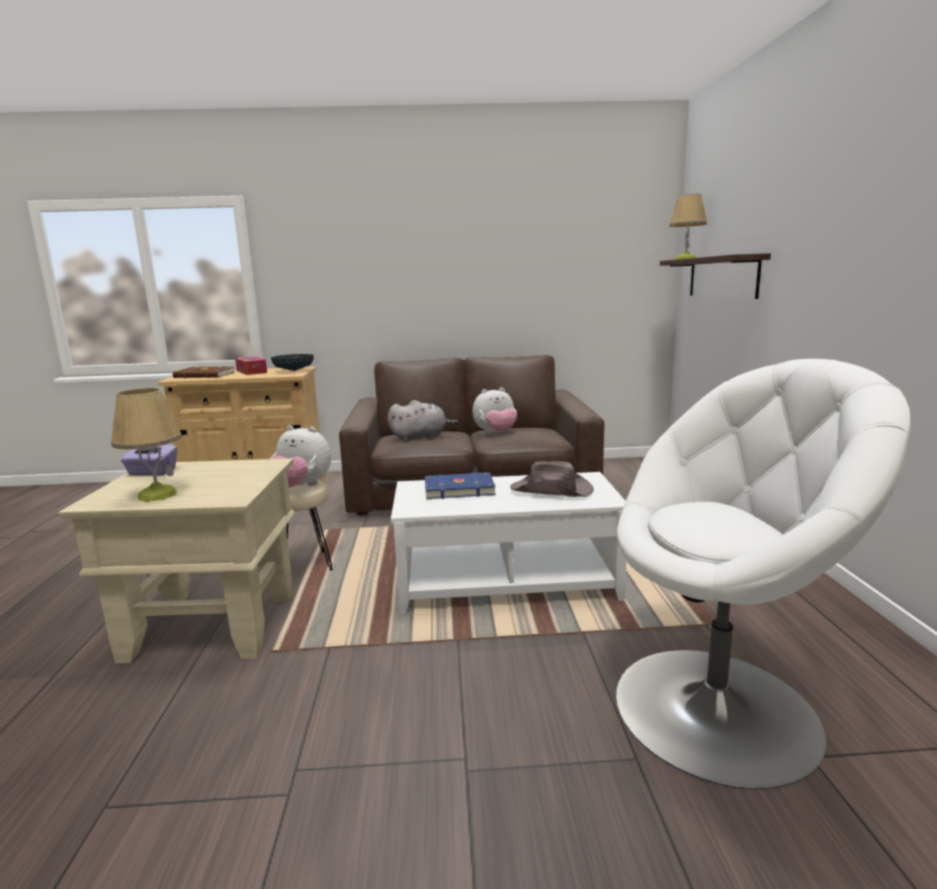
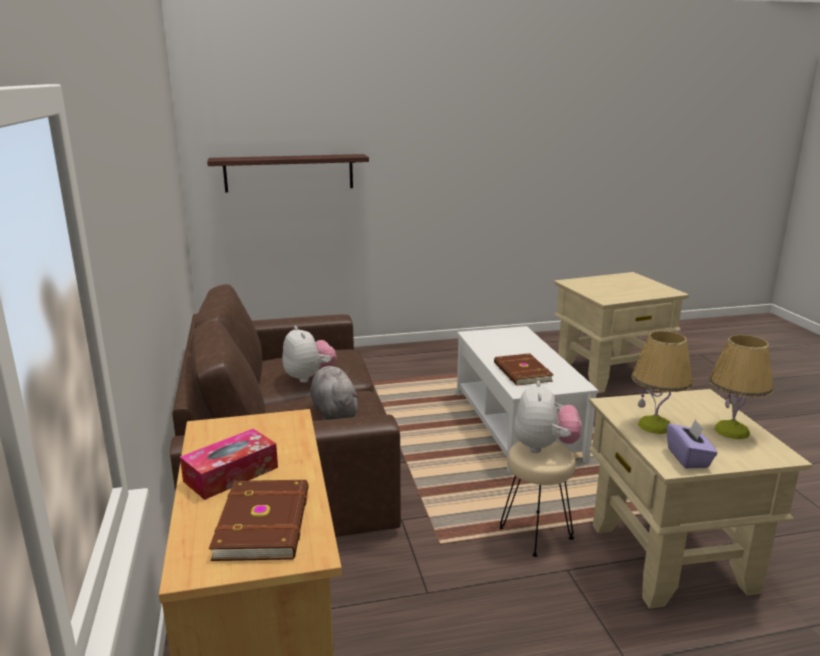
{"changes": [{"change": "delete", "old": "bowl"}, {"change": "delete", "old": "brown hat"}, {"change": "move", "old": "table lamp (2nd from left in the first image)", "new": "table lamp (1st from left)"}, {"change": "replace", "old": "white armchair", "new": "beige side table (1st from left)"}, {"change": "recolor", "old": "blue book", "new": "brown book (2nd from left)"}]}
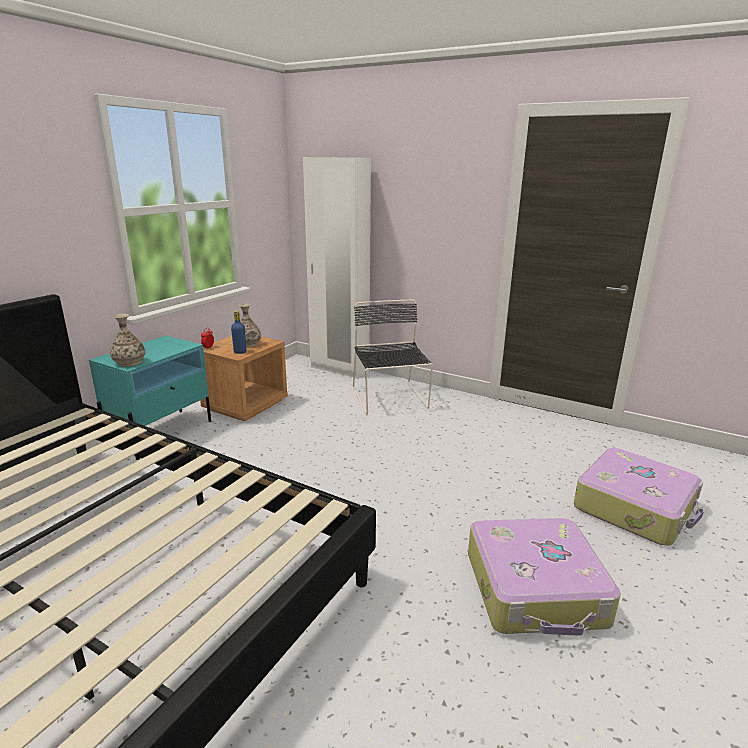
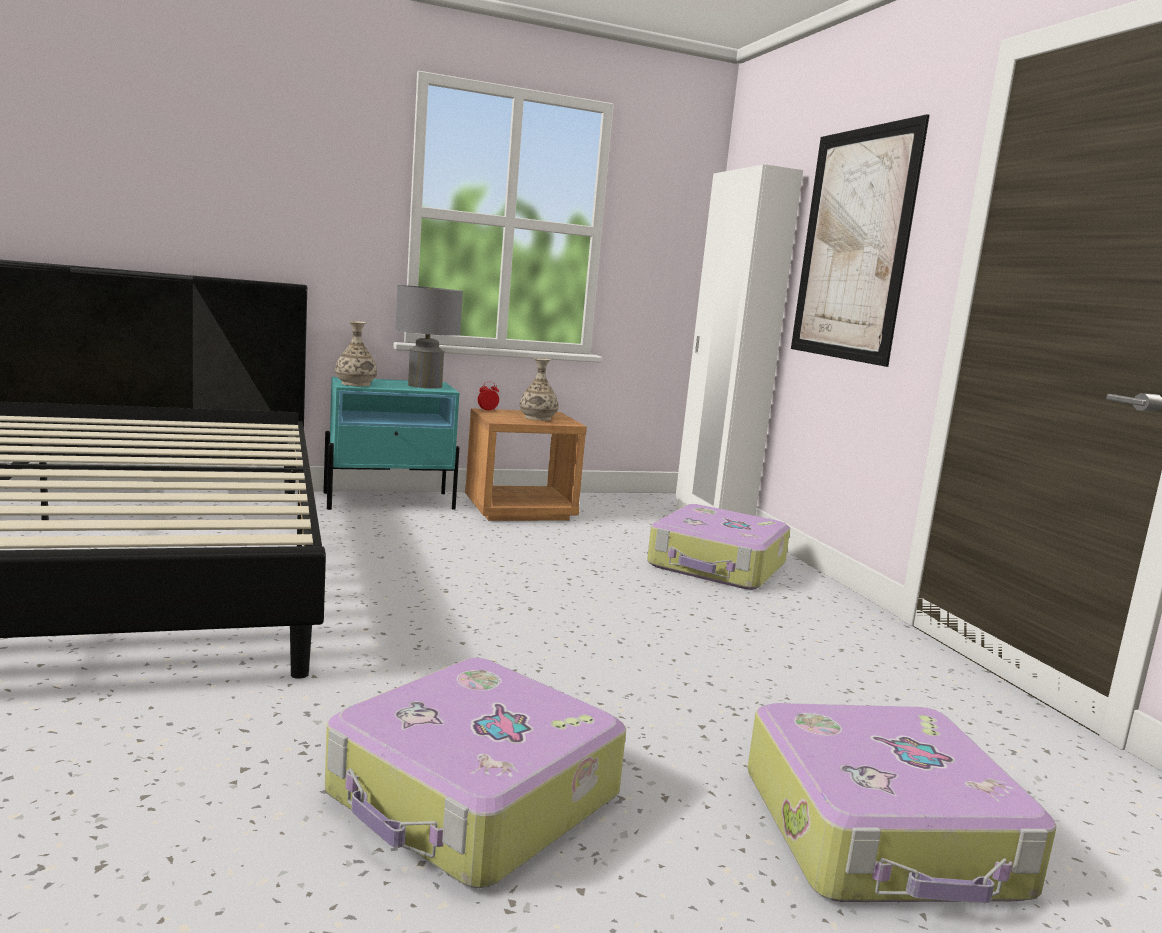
{"changes": [{"change": "delete", "old": "blue bottle"}, {"change": "insert", "new": "grey table lamp"}, {"change": "insert", "new": "picture"}, {"change": "replace", "old": "black chair", "new": "suitcase (2nd from left)"}]}
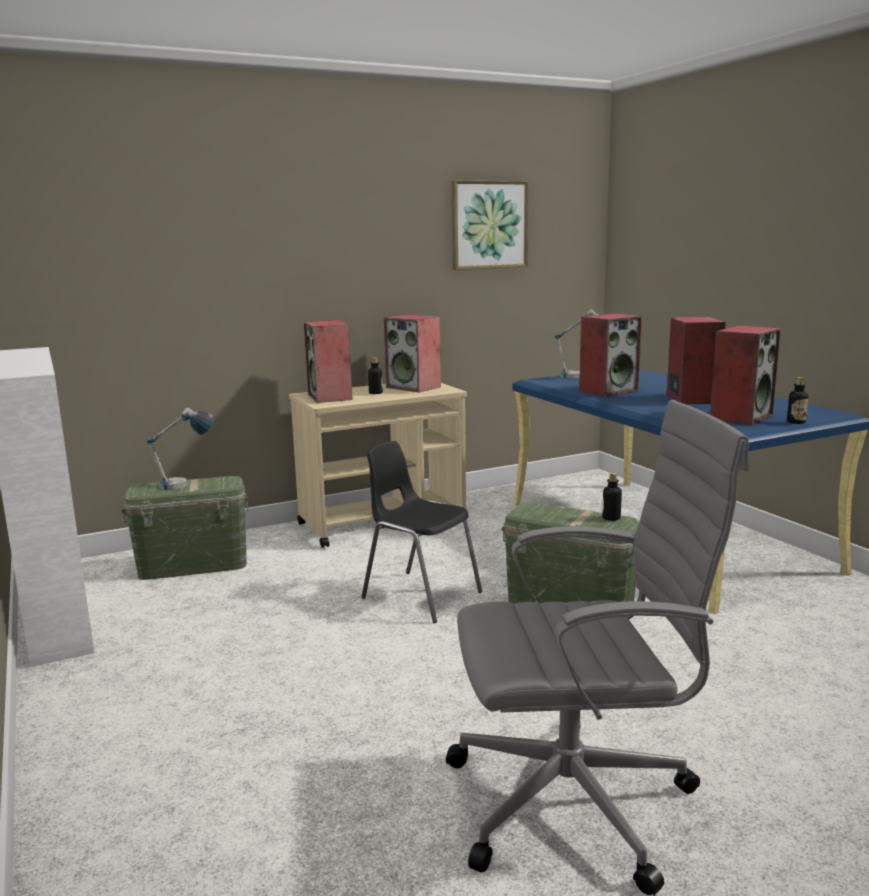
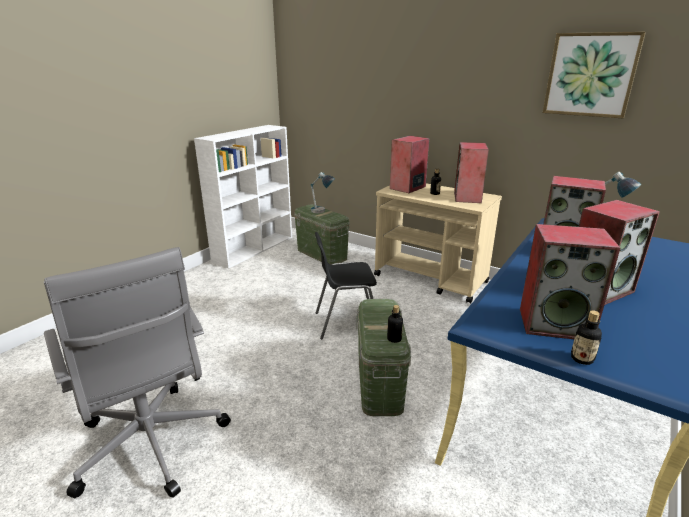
{"changes": [{"change": "rotate", "old": "black chair", "degrees": -105}]}
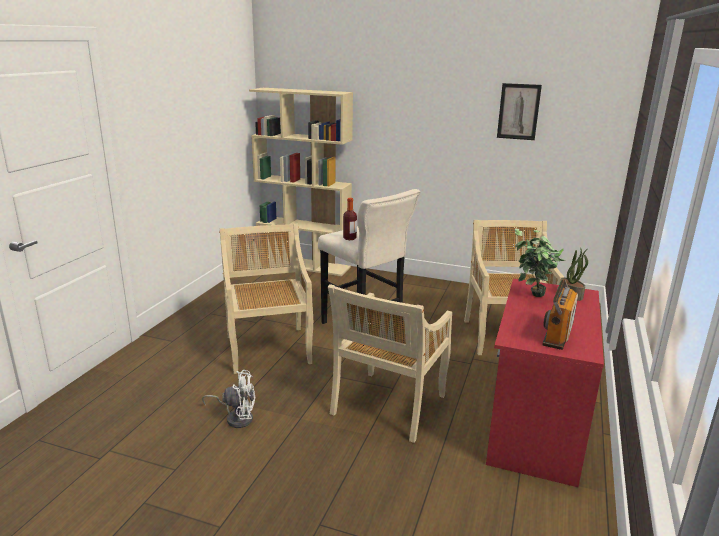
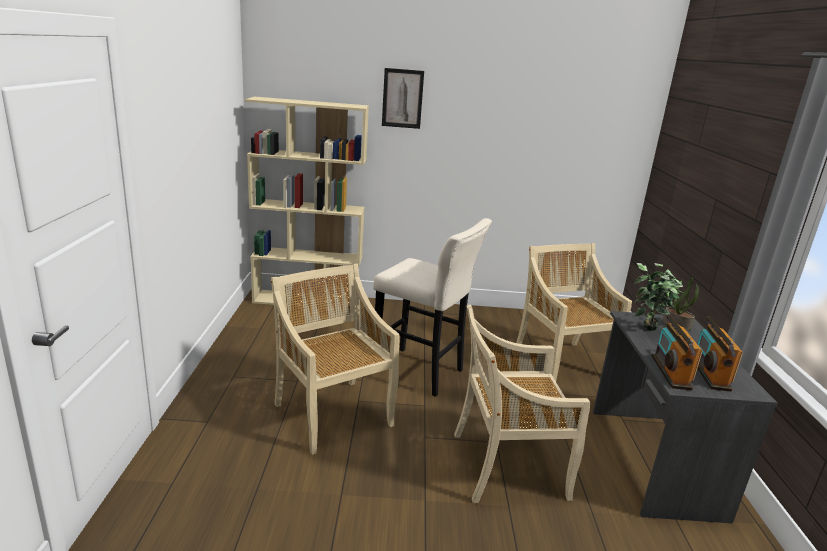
{"changes": [{"change": "delete", "old": "white fan"}, {"change": "delete", "old": "bottle"}, {"change": "insert", "new": "radio (1st from left)"}, {"change": "move", "old": "picture"}, {"change": "recolor", "old": "red desk", "new": "grey desk"}, {"change": "rotate", "old": "beige chair (2nd from left)", "degrees": 75}]}
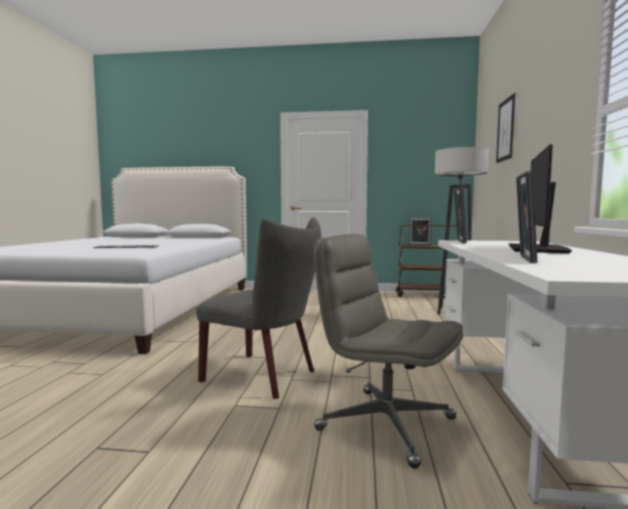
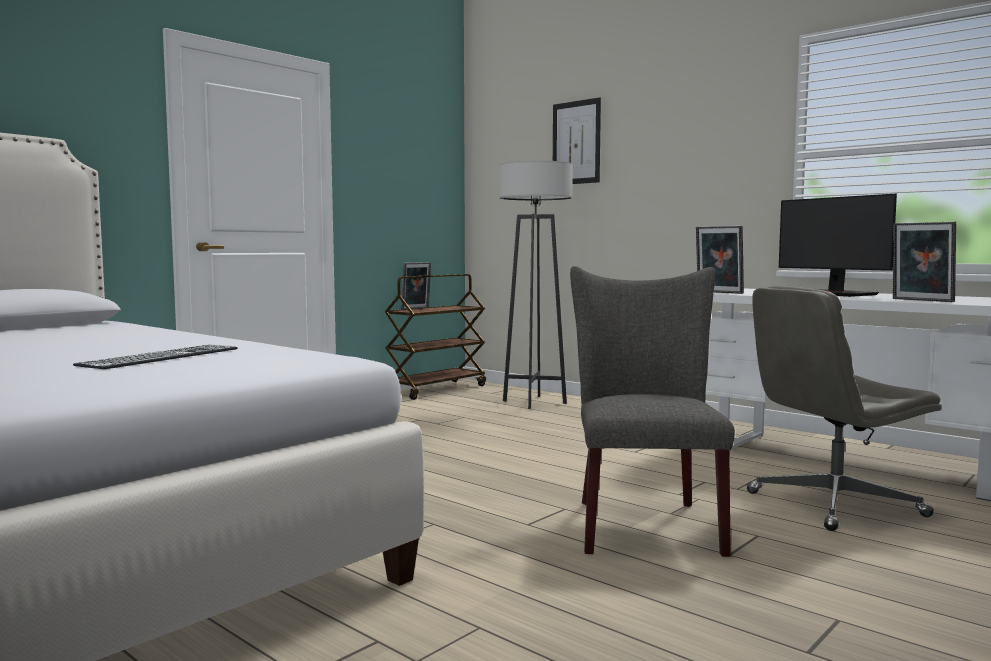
{"changes": [{"change": "rotate", "old": "grey chair", "degrees": -60}]}
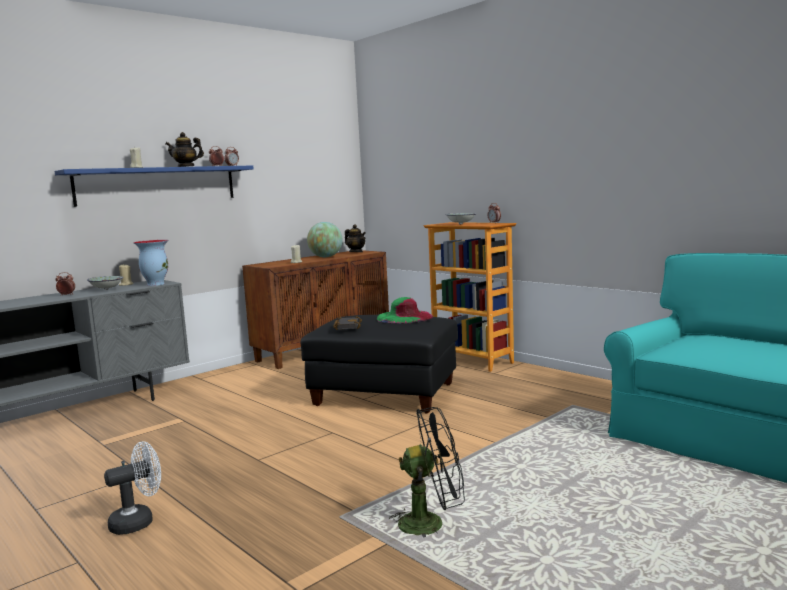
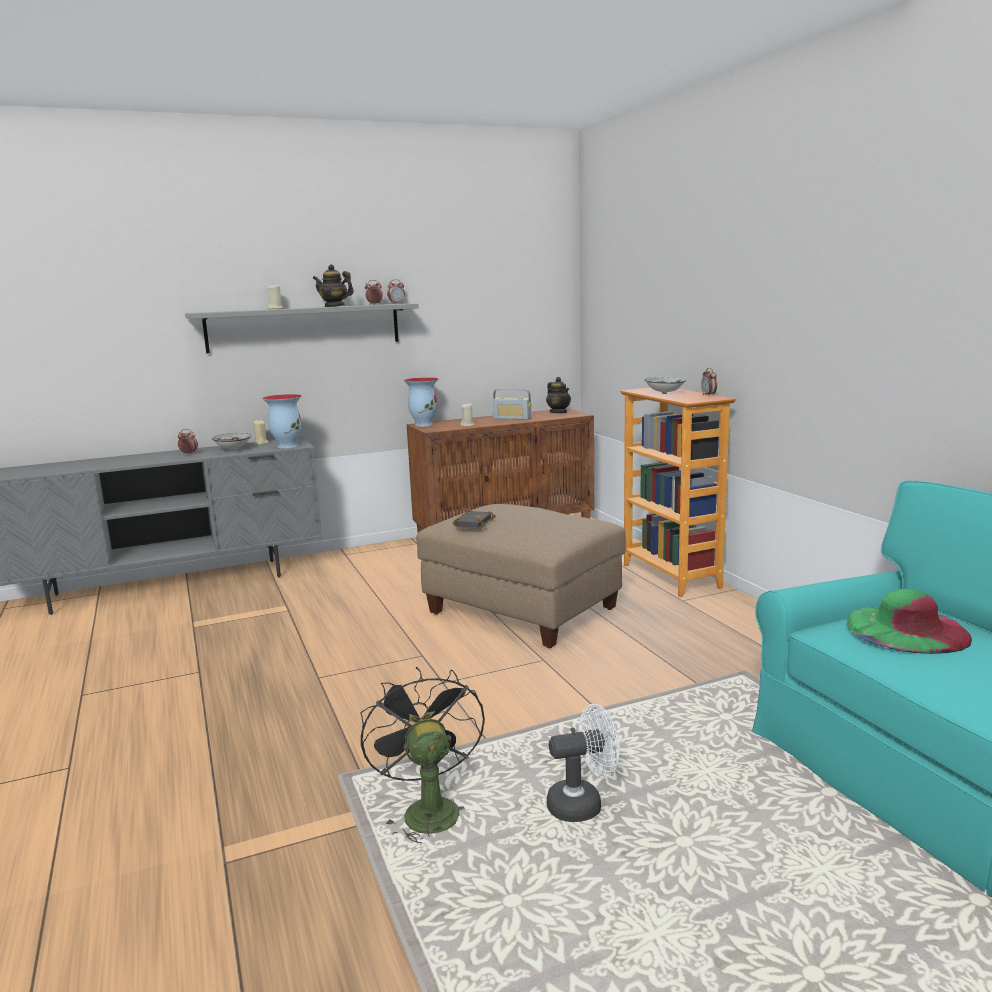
{"changes": [{"change": "insert", "new": "vase (2nd from left)"}, {"change": "move", "old": "white fan"}, {"change": "move", "old": "green hat"}, {"change": "replace", "old": "globe", "new": "radio"}, {"change": "recolor", "old": "blue shelf", "new": "grey shelf"}, {"change": "recolor", "old": "black ottoman", "new": "beige ottoman"}, {"change": "rotate", "old": "black fan", "degrees": -120}]}
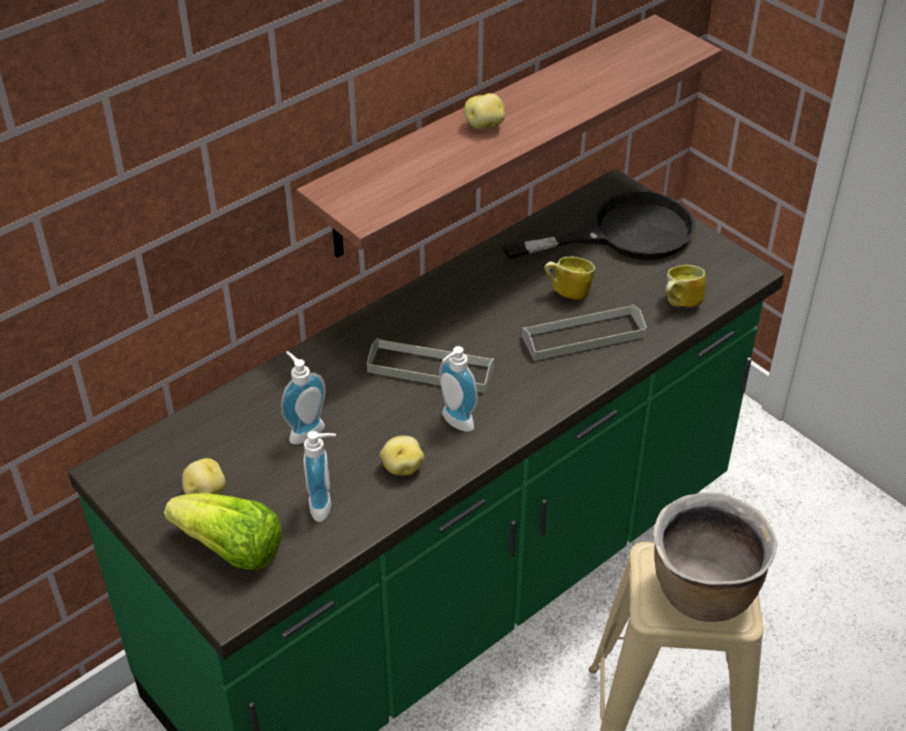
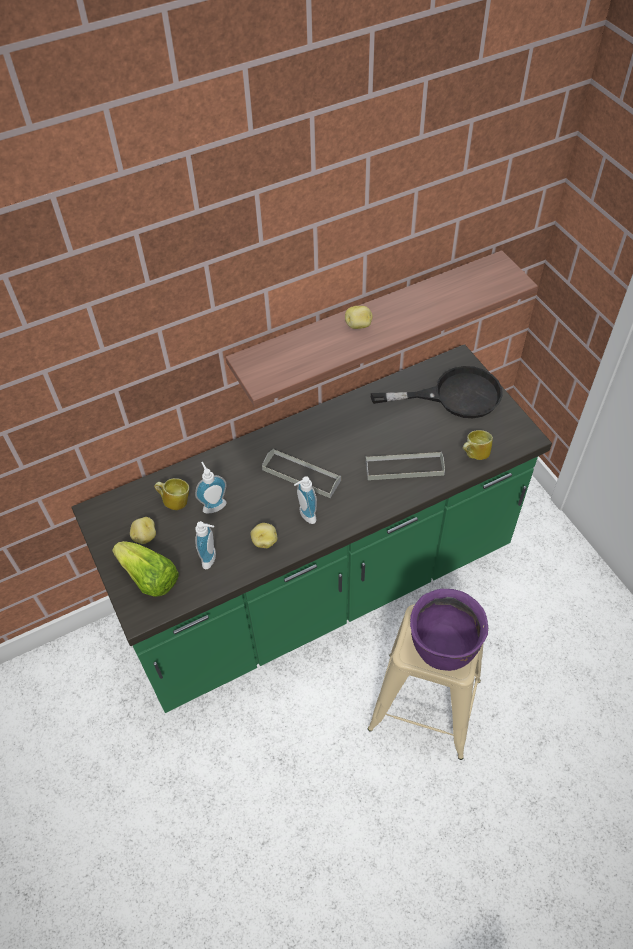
{"changes": [{"change": "move", "old": "mug (1st from left)"}, {"change": "recolor", "old": "brown cooking pot", "new": "purple cooking pot"}]}
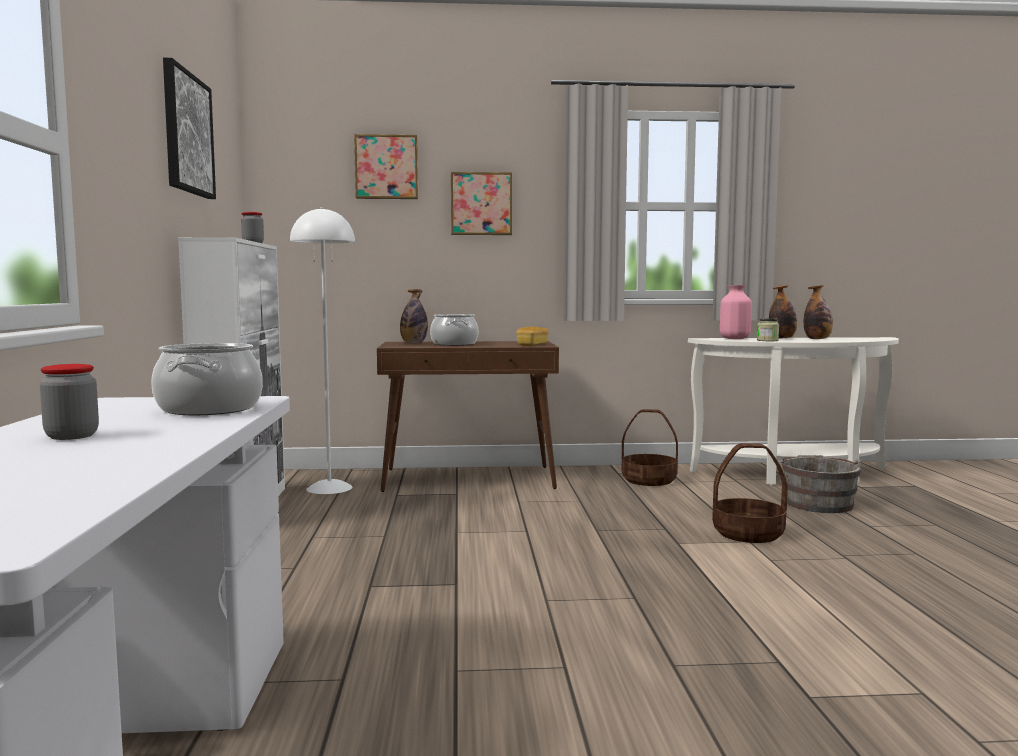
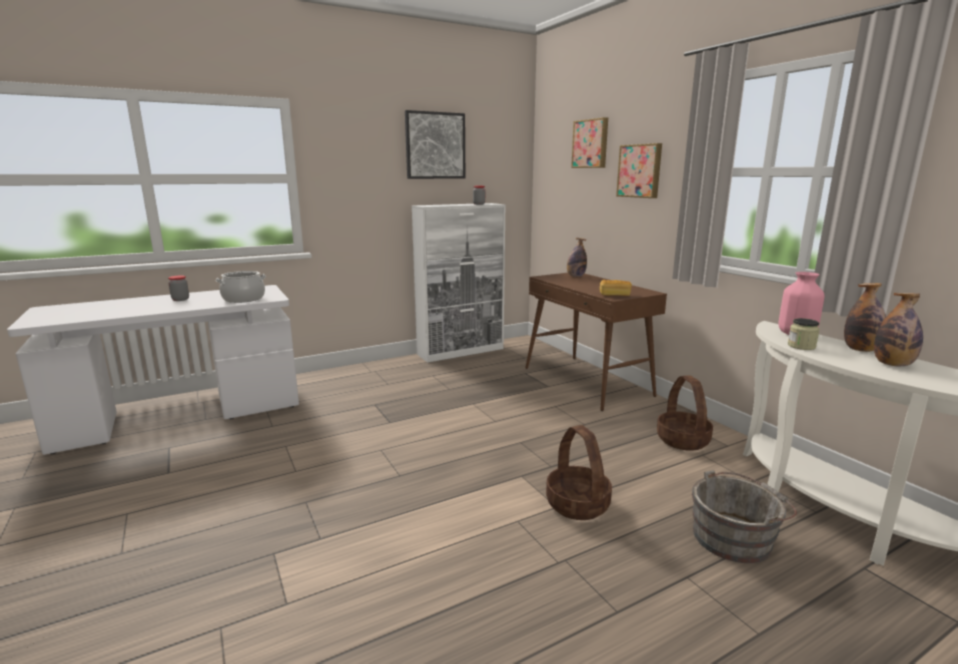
{"changes": [{"change": "delete", "old": "white floor lamp"}, {"change": "delete", "old": "cooking pot (2nd from left)"}]}
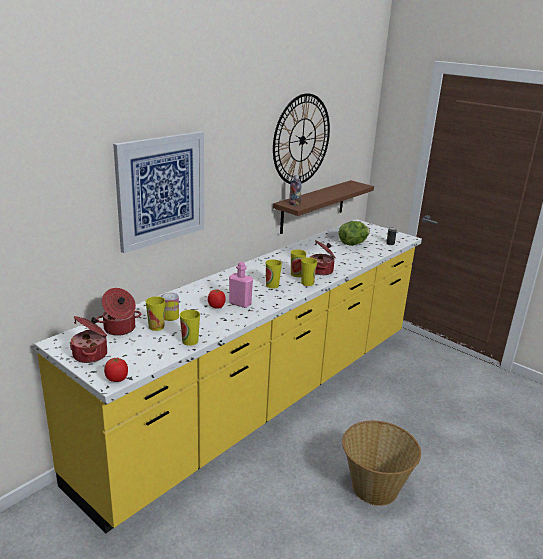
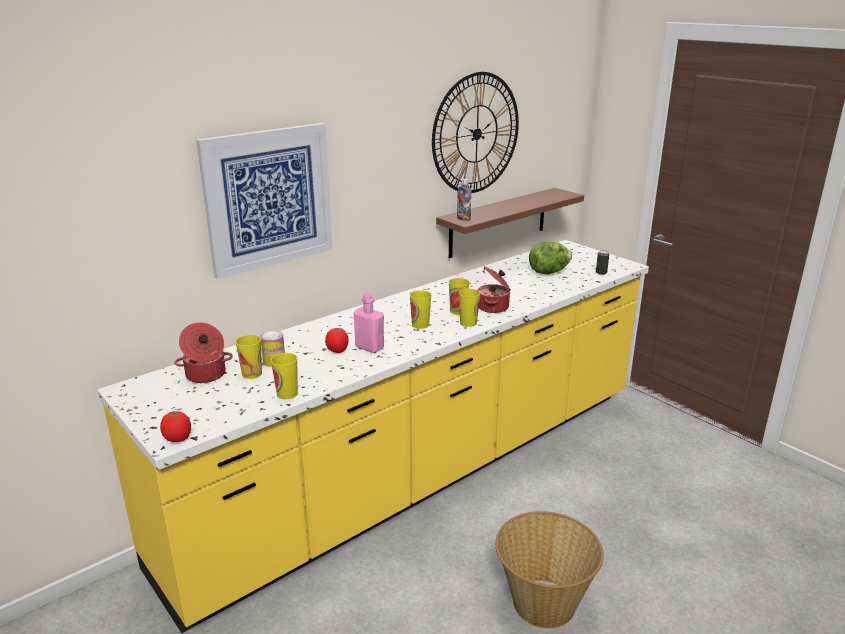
{"changes": [{"change": "delete", "old": "cooking pot (1st from left)"}]}
